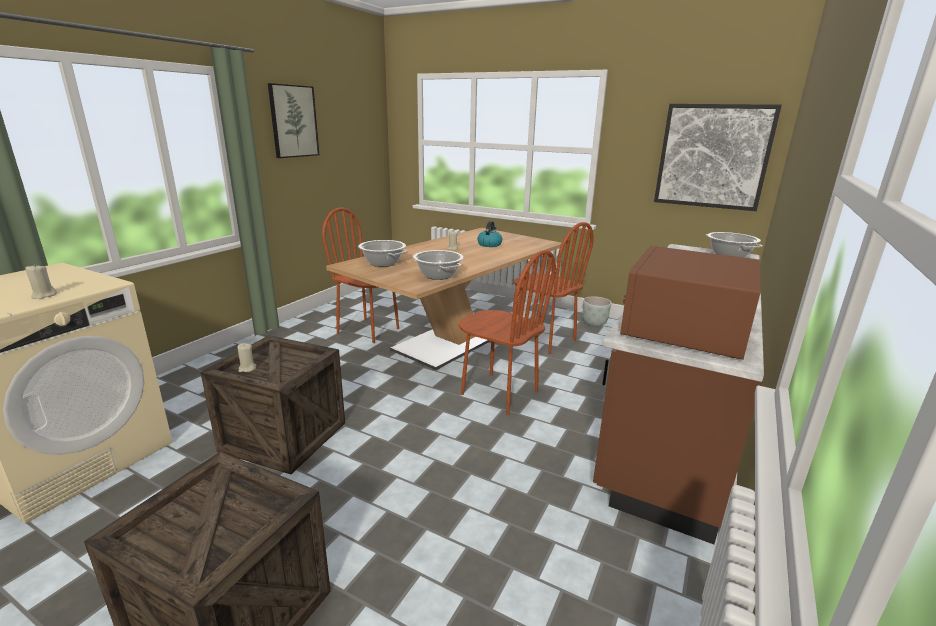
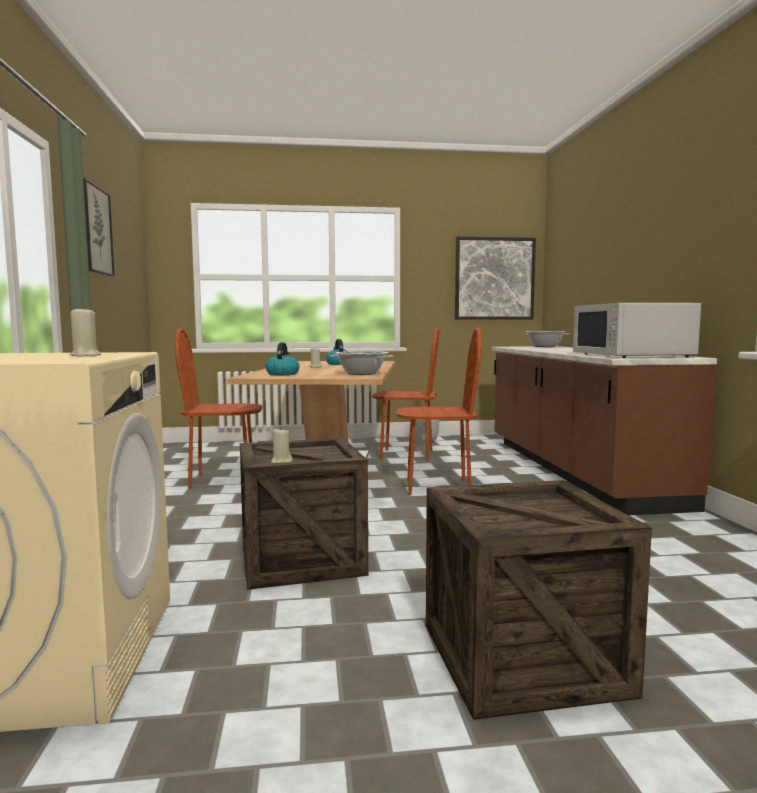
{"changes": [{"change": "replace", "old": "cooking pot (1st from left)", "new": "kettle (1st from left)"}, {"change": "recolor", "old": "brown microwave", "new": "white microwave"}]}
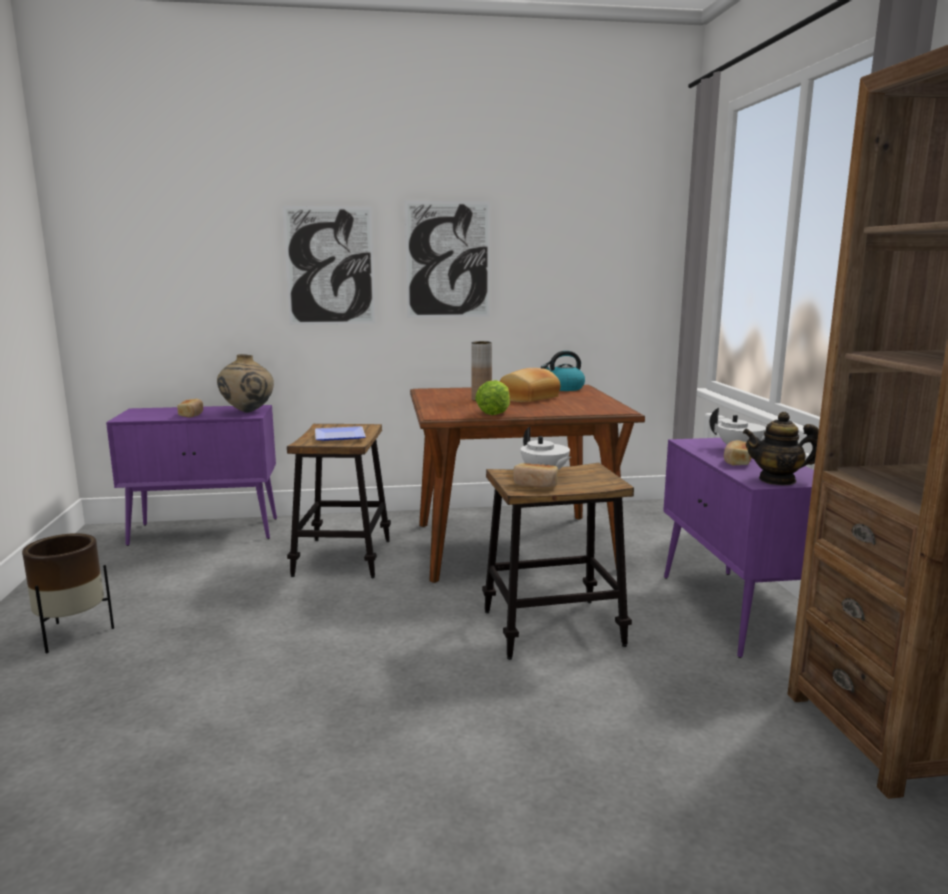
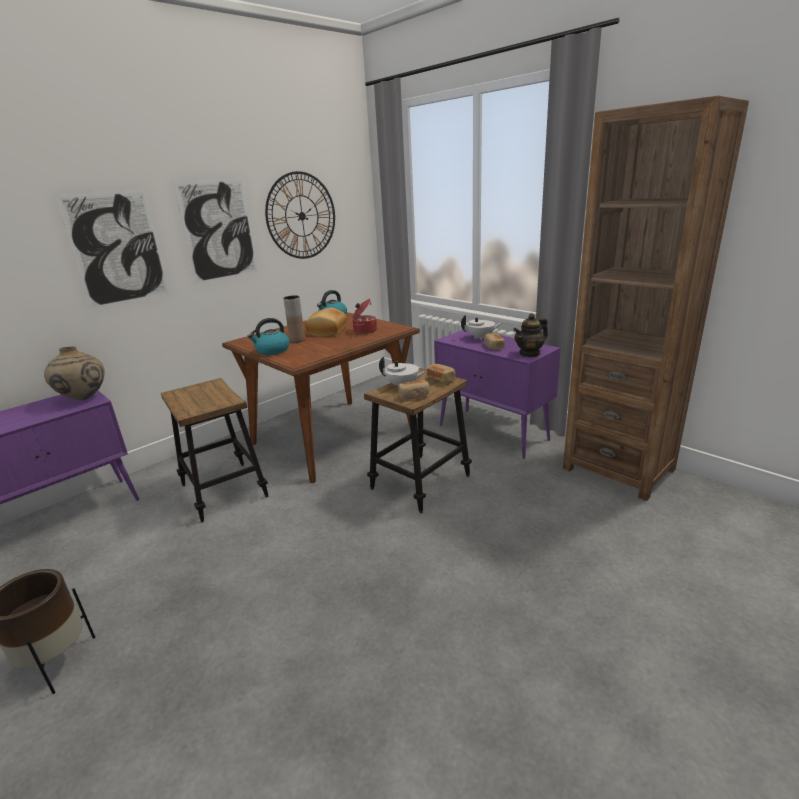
{"changes": [{"change": "delete", "old": "plate"}, {"change": "delete", "old": "lettuce"}, {"change": "insert", "new": "kettle (1st from left)"}, {"change": "insert", "new": "wall clock"}, {"change": "insert", "new": "cooking pot"}, {"change": "move", "old": "bread (1st from left in the first image)", "new": "bread (3rd from left)"}]}
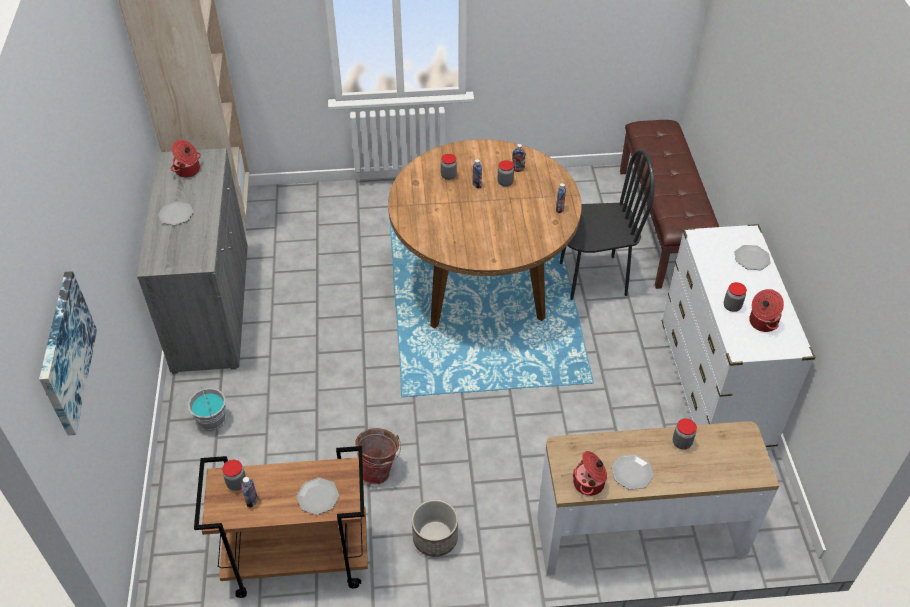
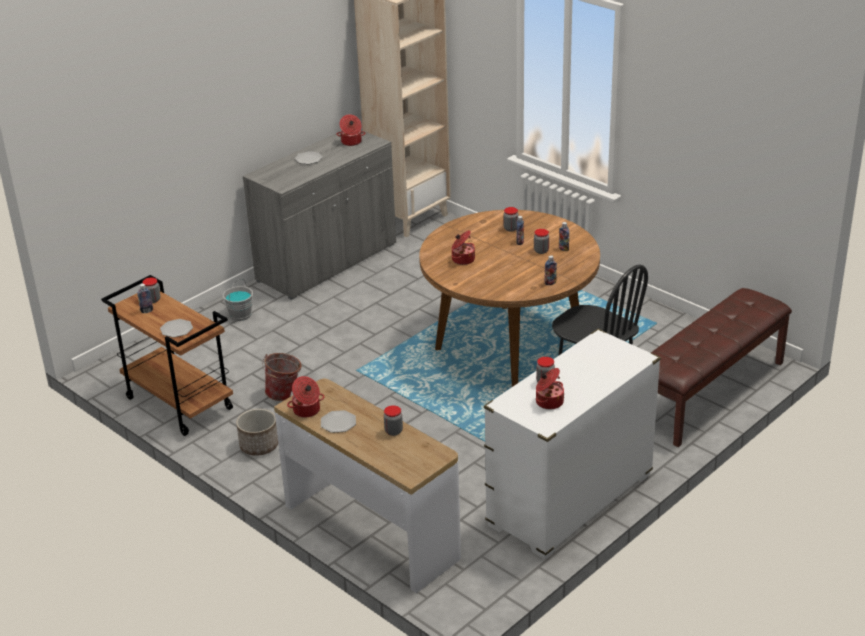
{"changes": [{"change": "delete", "old": "picture"}, {"change": "delete", "old": "plate (4th from left)"}, {"change": "insert", "new": "cooking pot (3rd from left)"}]}
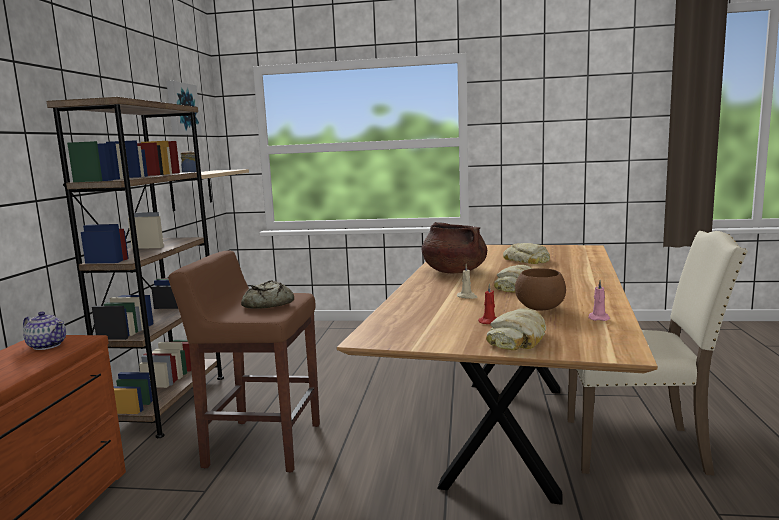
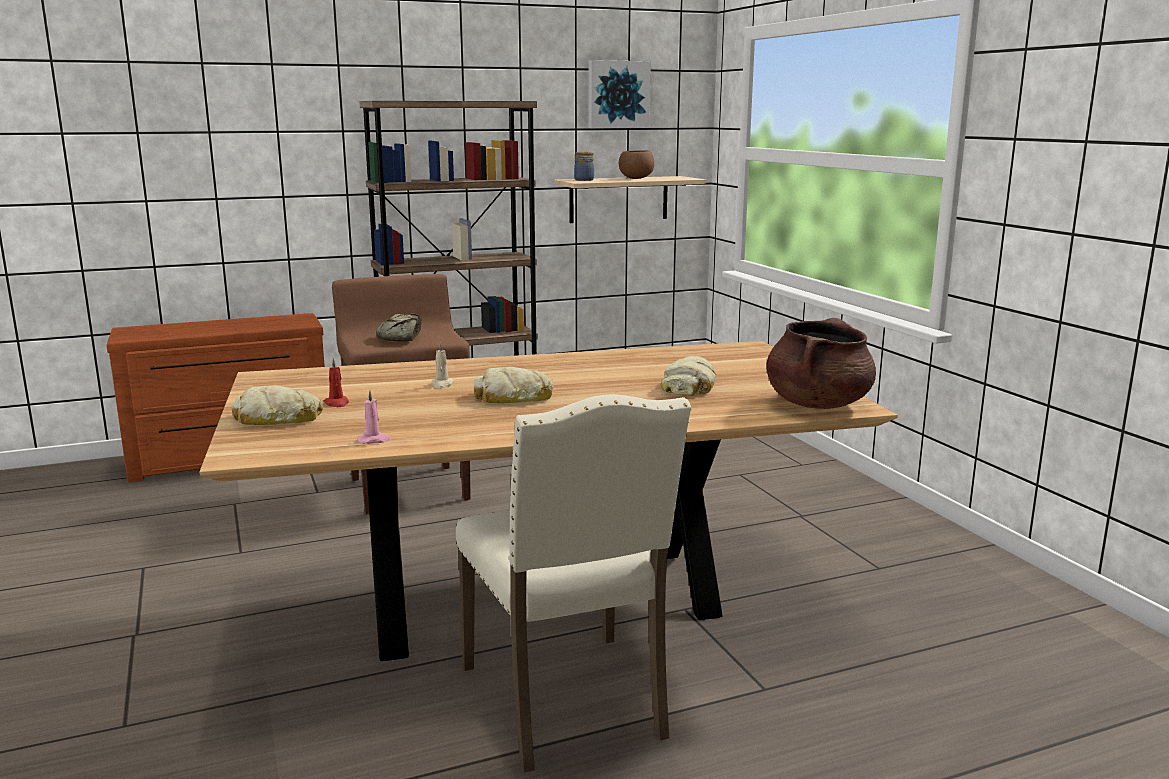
{"changes": [{"change": "delete", "old": "teapot"}, {"change": "move", "old": "brown cooking pot"}, {"change": "move", "old": "brown bowl"}]}
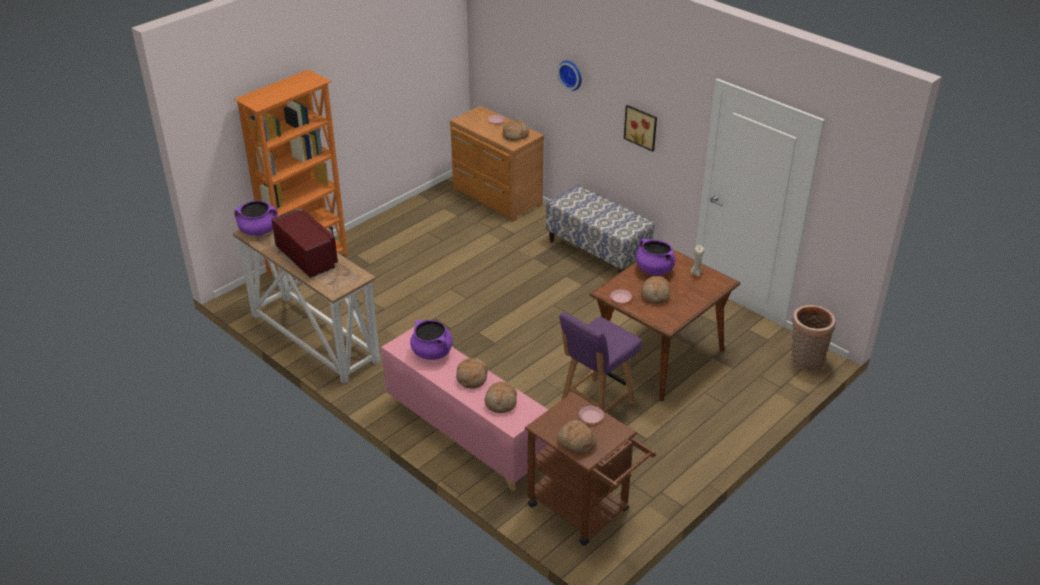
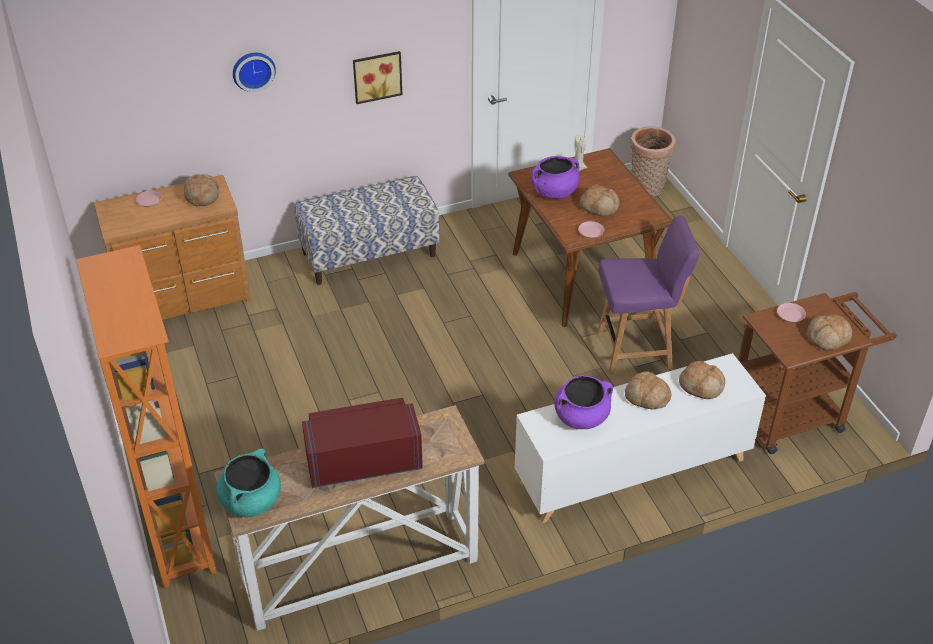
{"changes": [{"change": "recolor", "old": "purple cooking pot (1st from left)", "new": "turquoise cooking pot"}, {"change": "recolor", "old": "pink cabinet", "new": "white cabinet"}, {"change": "rotate", "old": "purple chair", "degrees": -75}]}
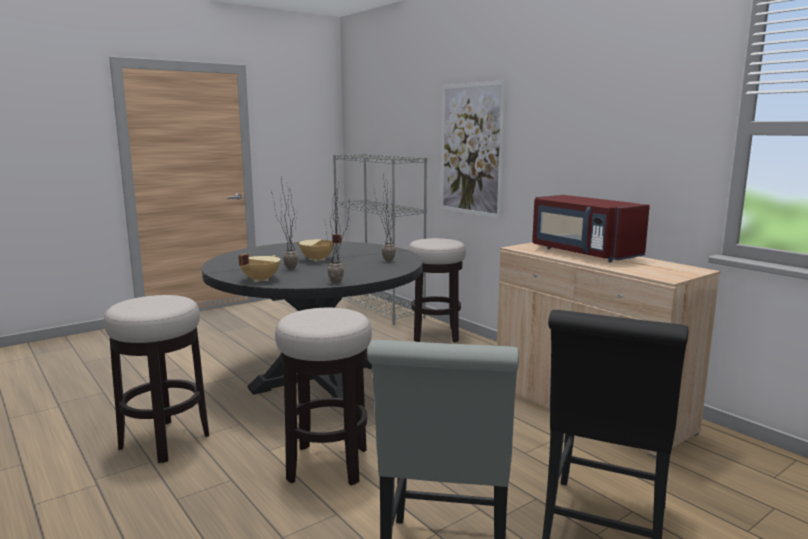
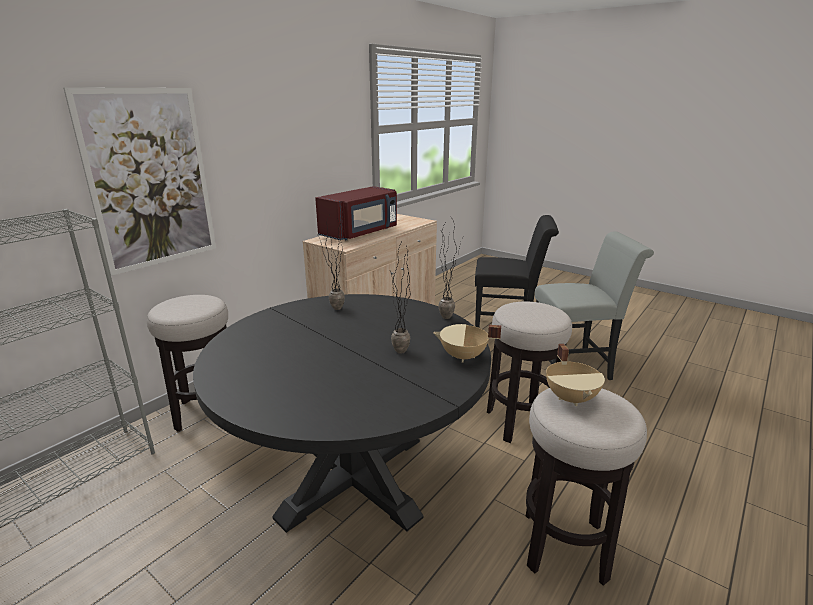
{"changes": [{"change": "move", "old": "beige cooking pot (2nd from left)"}]}
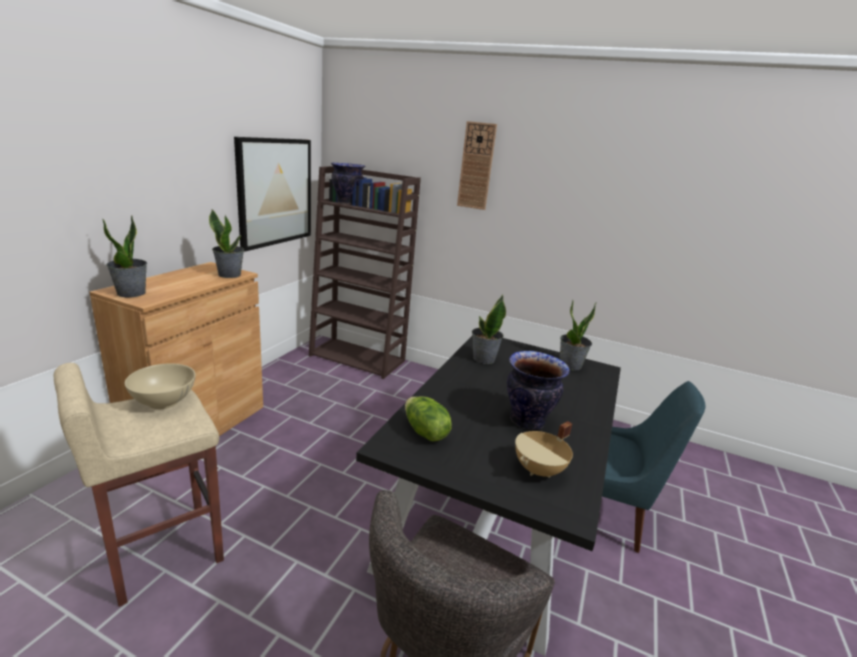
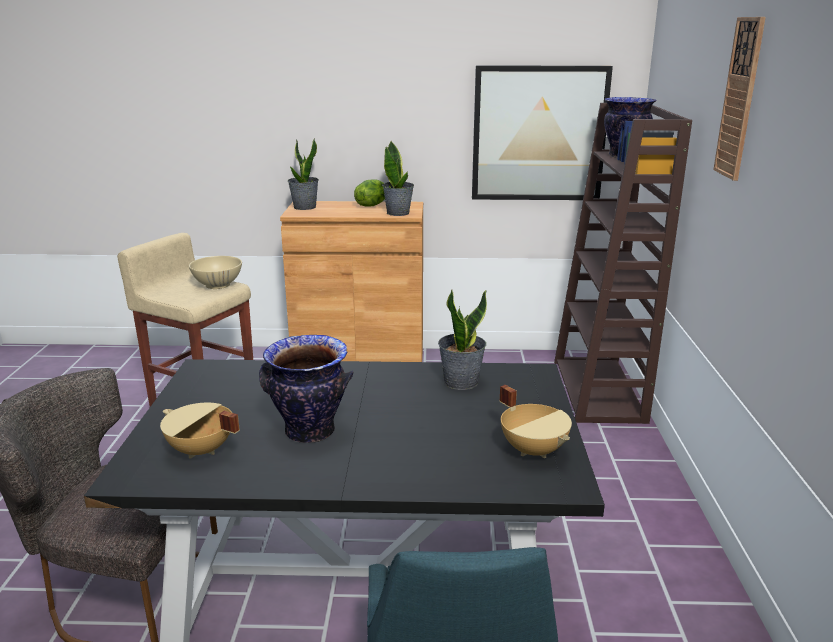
{"changes": [{"change": "move", "old": "lettuce"}, {"change": "replace", "old": "potted plant (4th from left)", "new": "beige cooking pot (2nd from left)"}]}
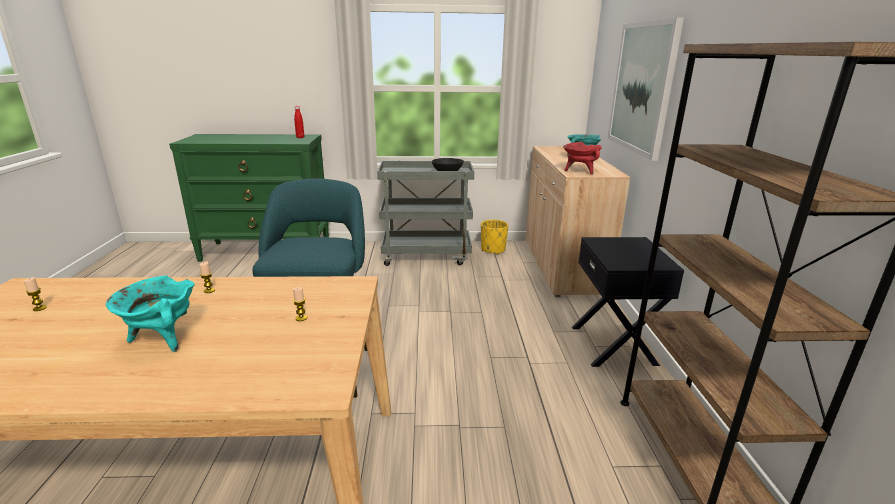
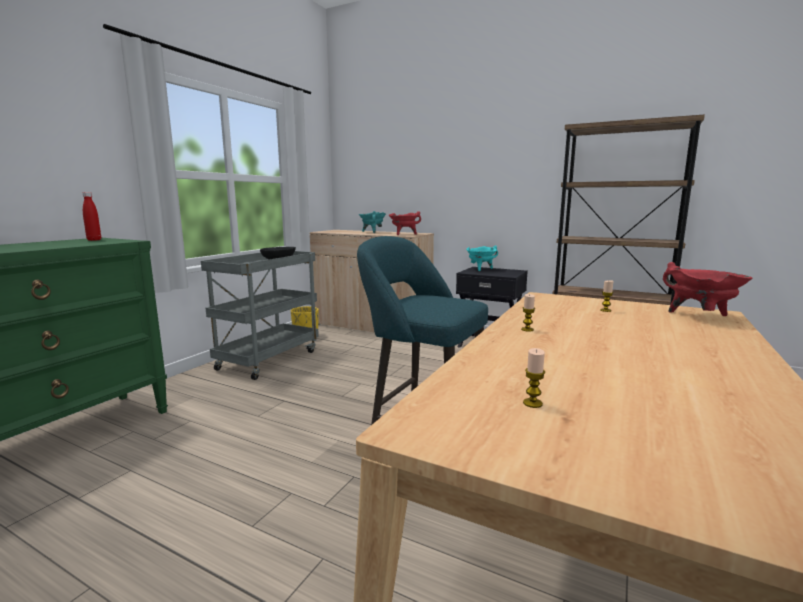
{"changes": [{"change": "delete", "old": "picture"}, {"change": "insert", "new": "red cooking pot (2nd from left)"}, {"change": "move", "old": "turquoise cooking pot (1st from left in the first image)", "new": "turquoise cooking pot (2nd from left)"}]}
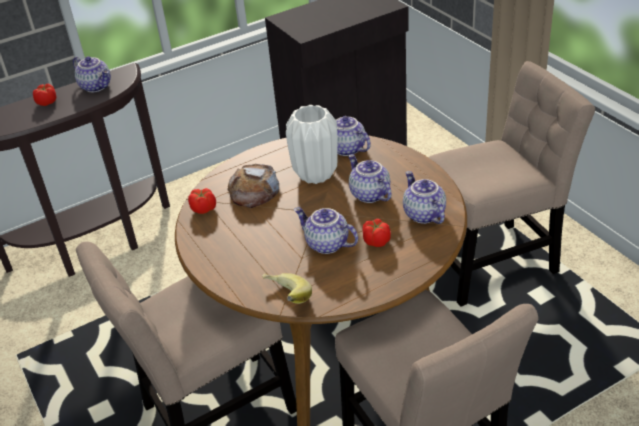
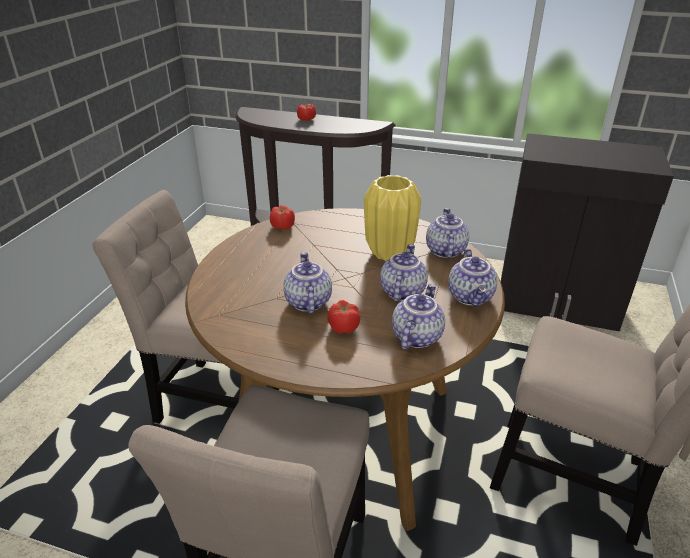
{"changes": [{"change": "delete", "old": "bread"}, {"change": "delete", "old": "banana"}, {"change": "move", "old": "teapot (1st from left in the first image)", "new": "teapot (5th from left)"}, {"change": "recolor", "old": "white vase", "new": "yellow vase"}]}
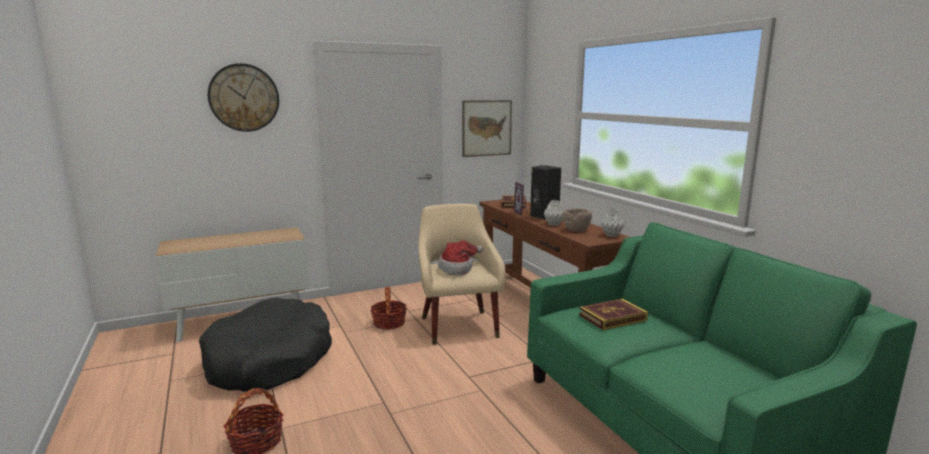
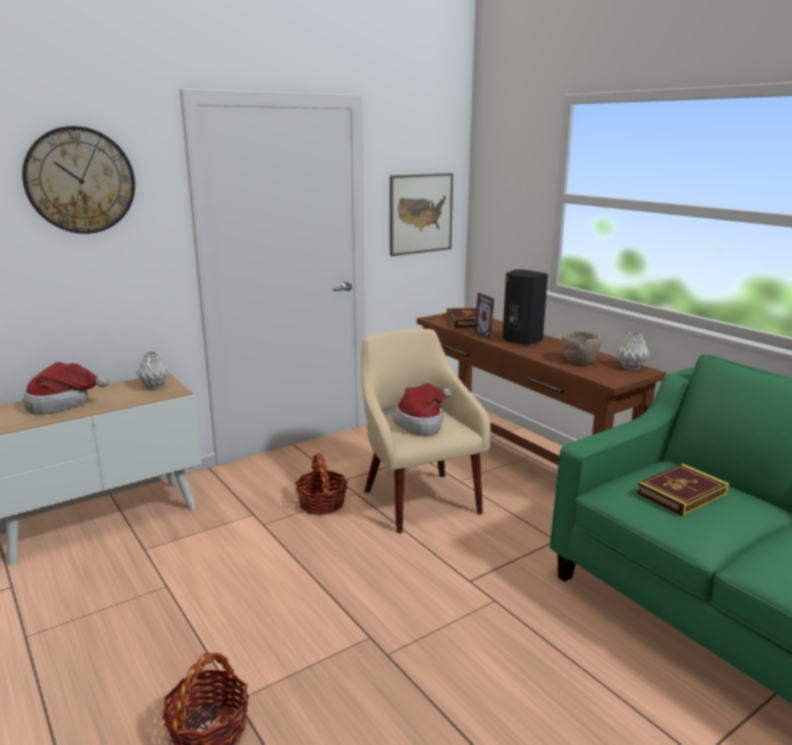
{"changes": [{"change": "delete", "old": "black dog bed"}, {"change": "insert", "new": "hat (1st from left)"}, {"change": "move", "old": "grey vase (1st from left)"}]}
